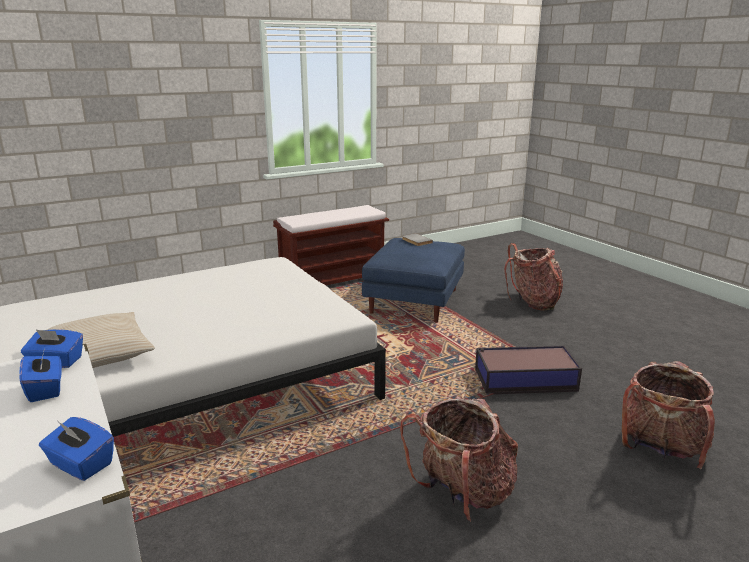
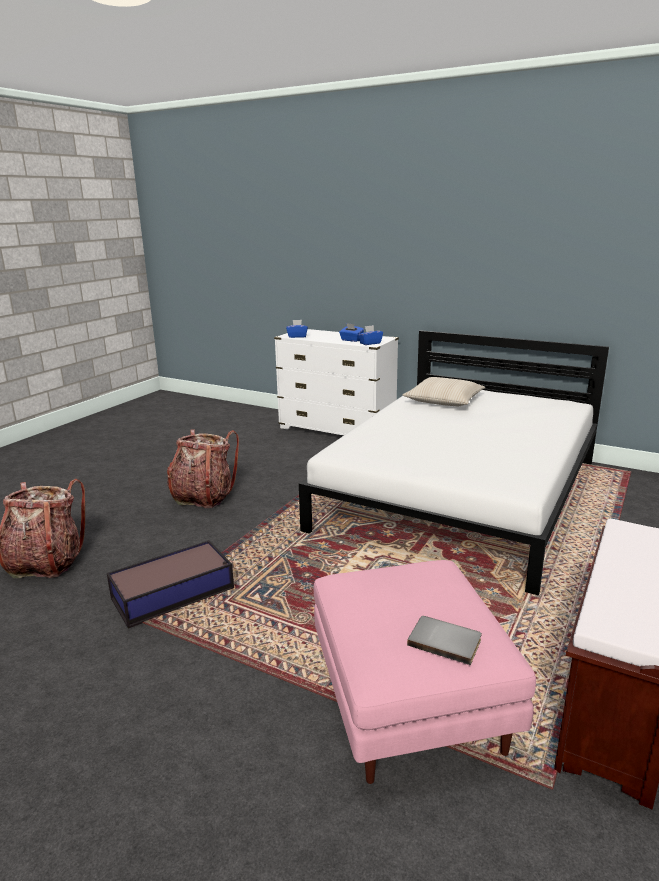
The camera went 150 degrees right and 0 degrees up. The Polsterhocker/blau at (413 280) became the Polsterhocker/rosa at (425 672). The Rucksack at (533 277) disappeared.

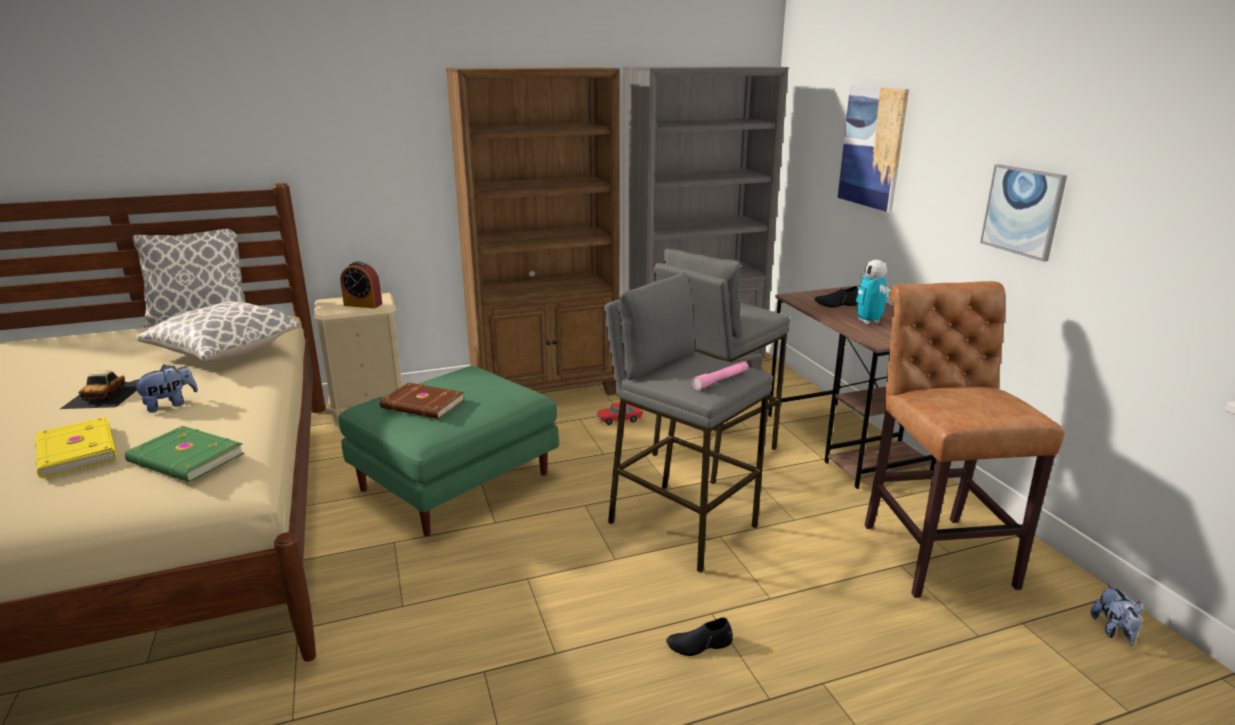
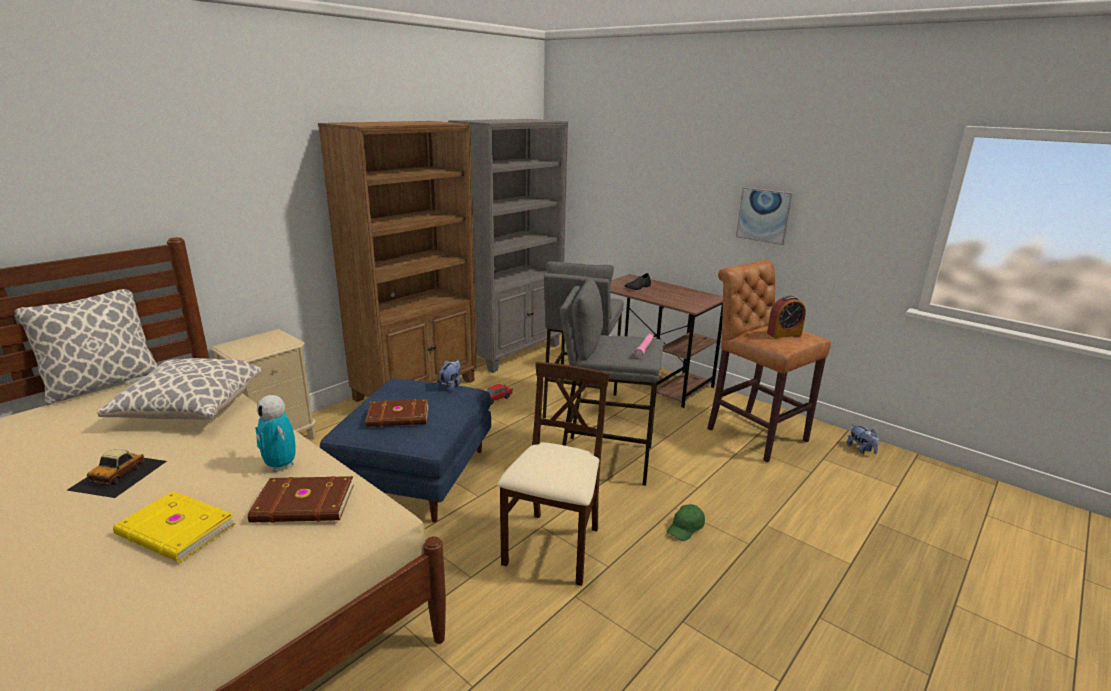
The camera went 30 degrees left and 0 degrees up. The Spielzeugauto at (98 389) turned 45 degrees clockwise. The Buch/grün at (184 454) became the Buch/braun at (301 499). The Spielzeugroboter moved from (872 292) to (276 433). The Polsterhocker/grün at (449 451) became the Polsterhocker/blau at (405 450). The Plüschtier moved from (164 389) to (449 376). The Stuhl/beige at (553 474) appeared. The Schuh/schwarz at (699 636) was replaced by the Kappe/grün at (685 522). The Wecker moved from (361 284) to (786 317). The Bild at (873 149) disappeared.

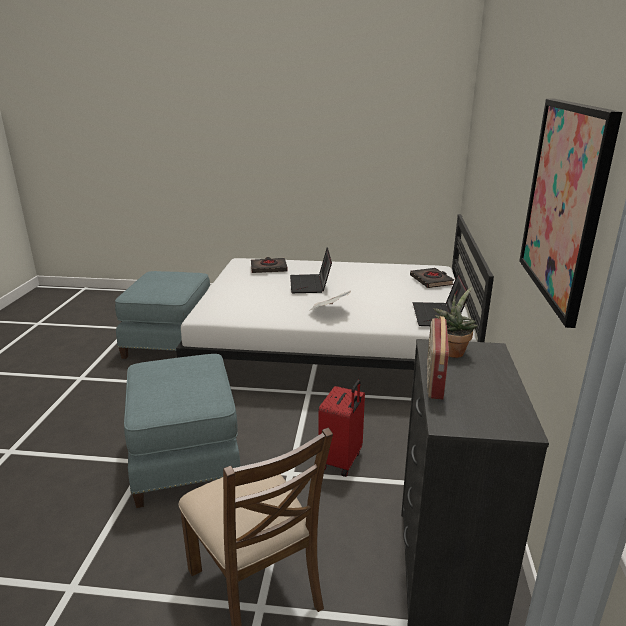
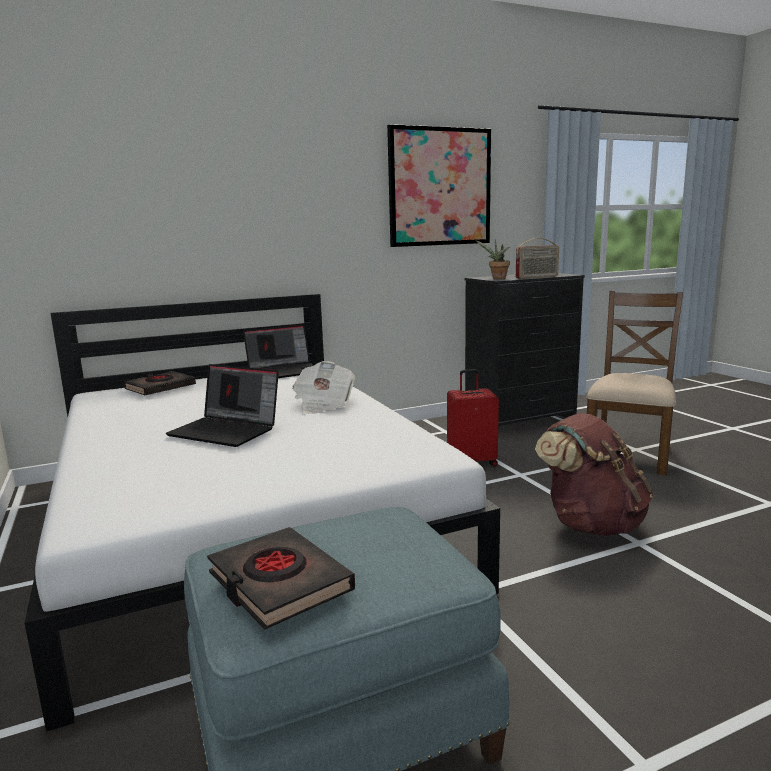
The camera went 120 degrees left and 10 degrees down. The Laptop at (311 270) turned 60 degrees clockwise. The Buch/schwarz moved from (269 265) to (281 578). The Polsterhocker/blau at (182 431) was replaced by the Rucksack/braun at (594 474).

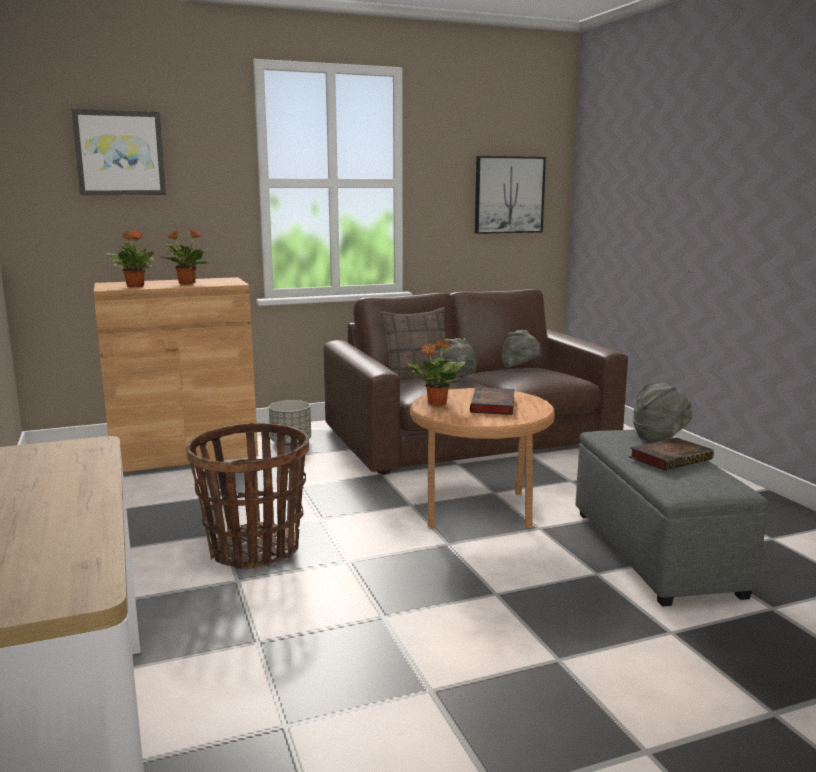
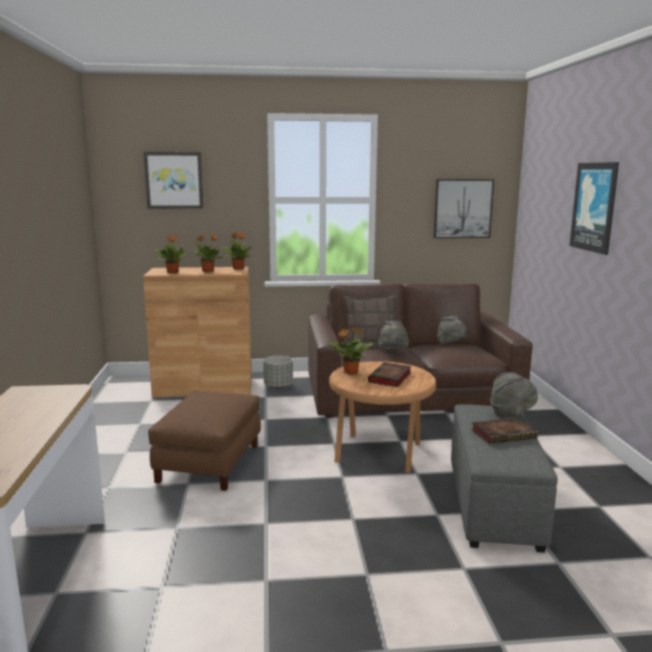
The camera went 15 degrees right and 0 degrees up. The Korb at (247 496) was replaced by the Polsterhocker/braun at (204 441). The Topfpflanze at (236 251) appeared. The Bild at (594 208) appeared.

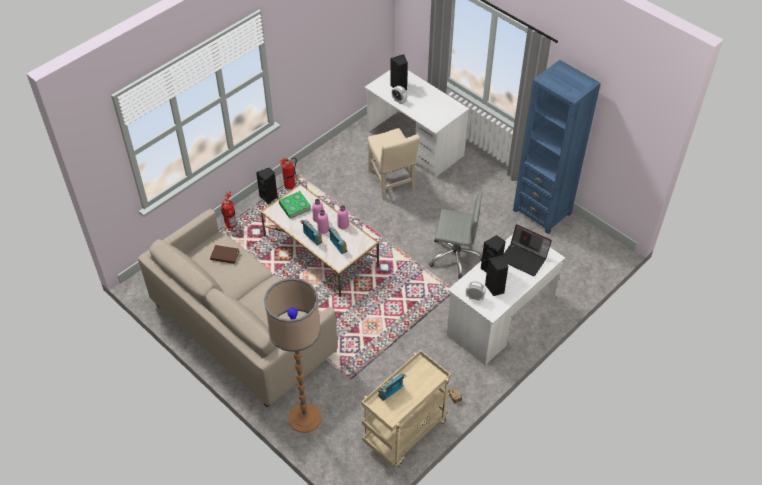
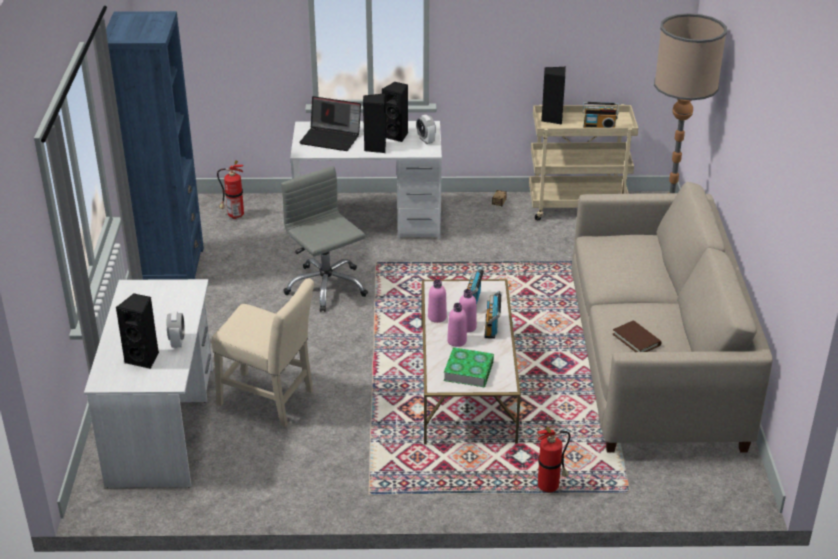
The camera went 135 degrees left and 15 degrees down. The Stuhl/beige at (394 164) turned 90 degrees clockwise. The Feuerlöscher moved from (289 173) to (230 189). The Laptop at (527 250) turned 120 degrees clockwise. The Lautsprecher/schwarz moved from (267 186) to (553 95).

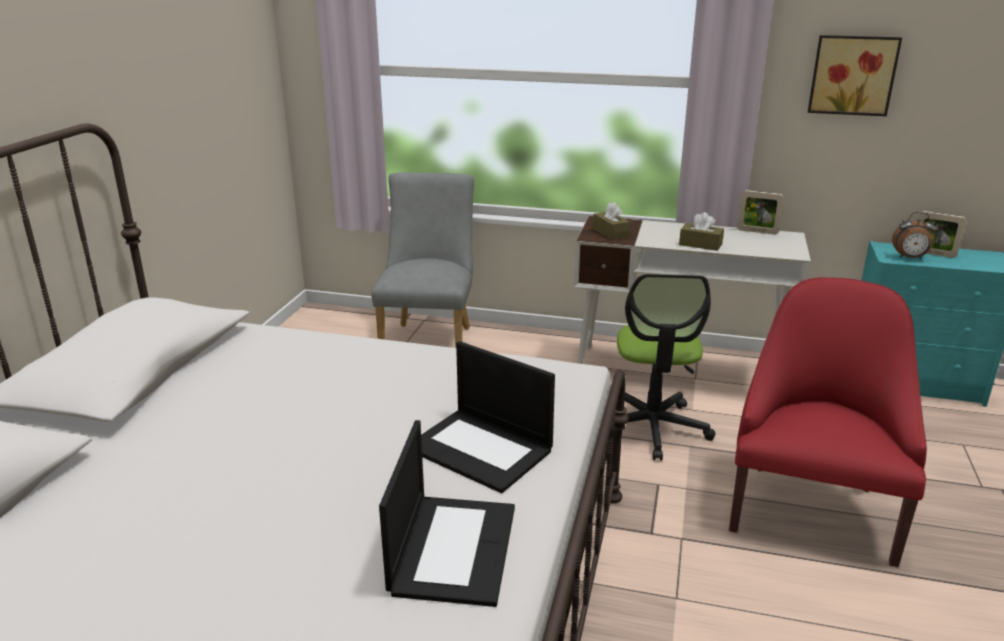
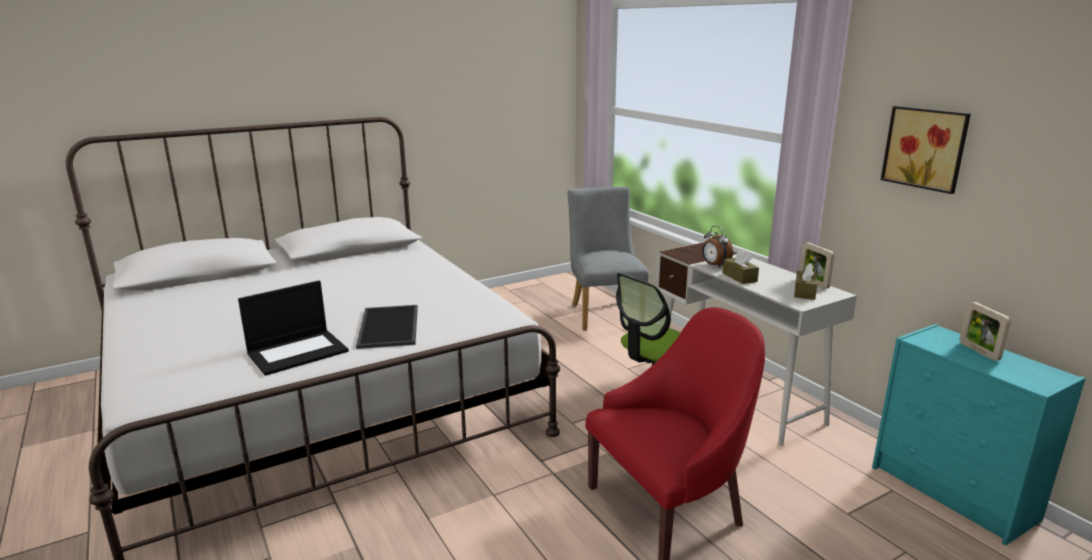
The camera went 45 degrees right and 5 degrees down. The Laptop at (488 417) was replaced by the Tablett at (387 327). The Stuhl/grau at (422 258) turned 60 degrees counterclockwise. The Wecker moved from (914 236) to (717 247). The Taschentuchbox/braun moved from (611 221) to (805 281).

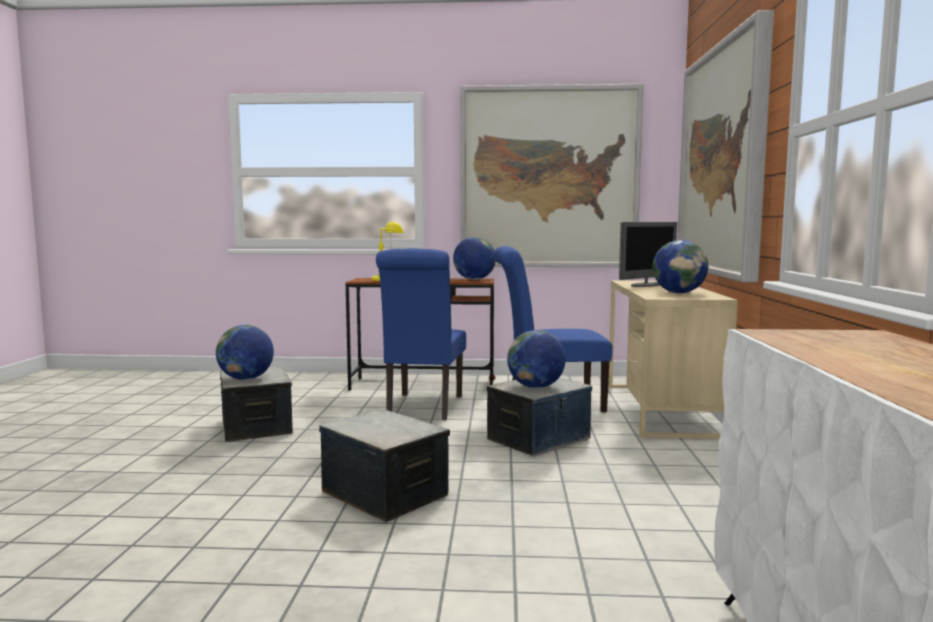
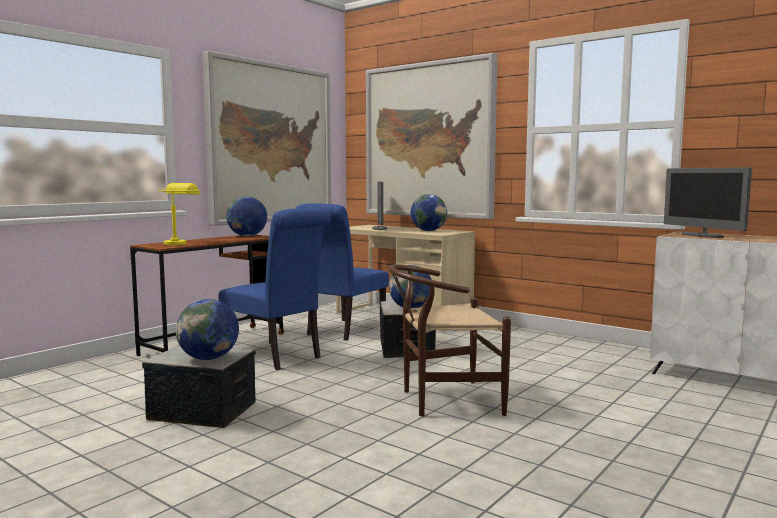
The camera went 55 degrees left and 0 degrees up. The Aufbewahrungsbox at (384 465) was replaced by the Stuhl/braun at (449 340). The Monitor at (708 202) appeared.

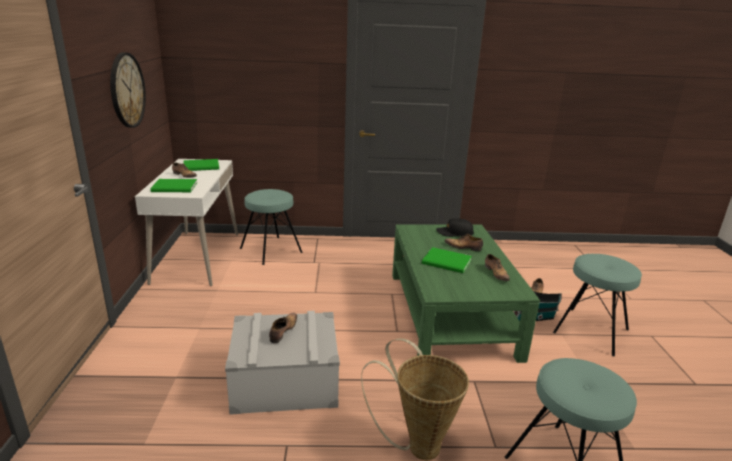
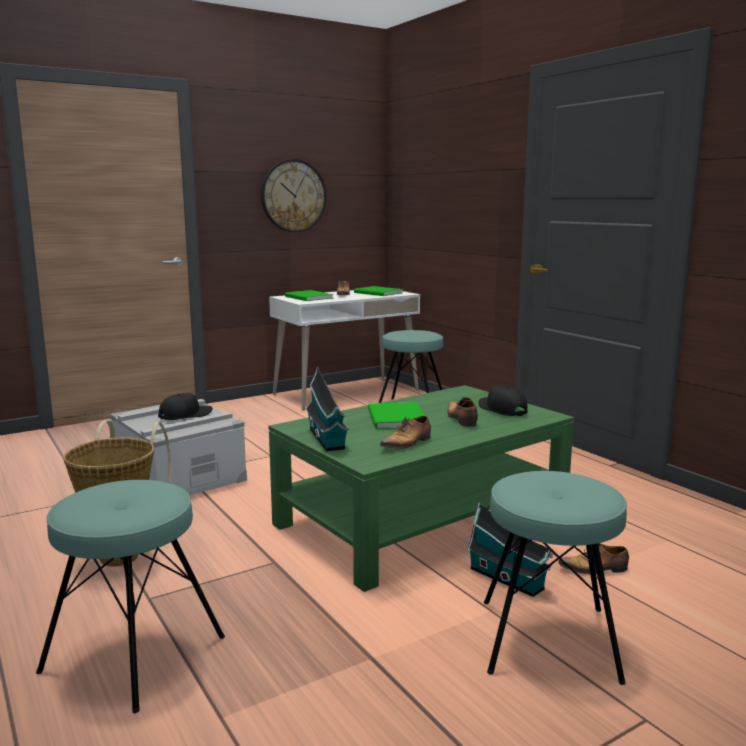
The camera went 60 degrees right and 10 degrees down. The Schuh at (283 328) was replaced by the Kappe/schwarz at (185 406). The Spielzeughaus at (327 408) appeared.

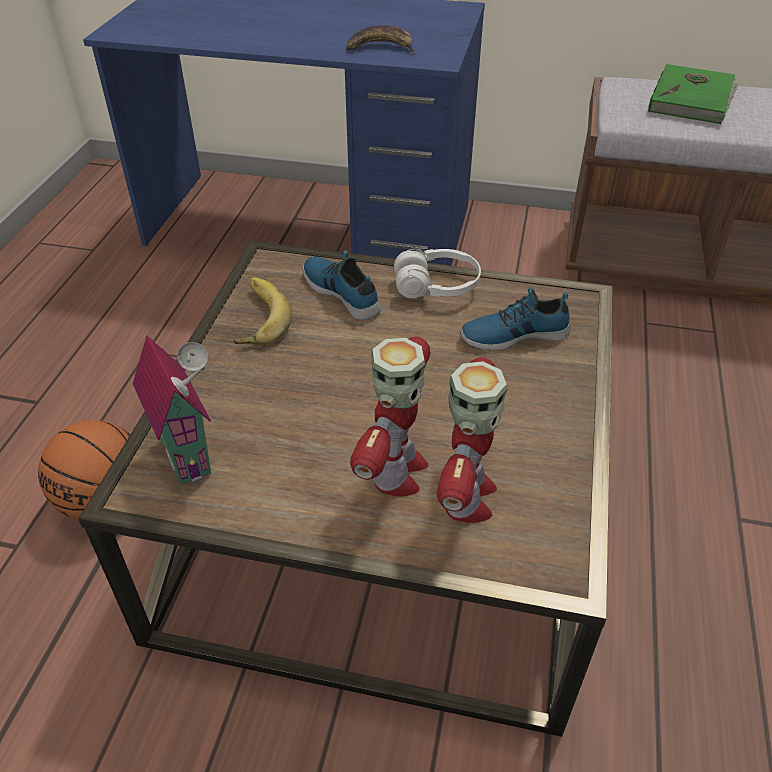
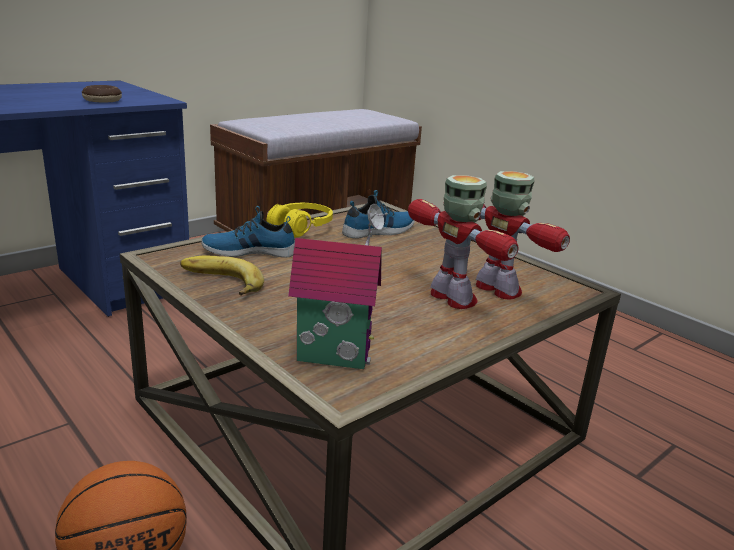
The camera went 55 degrees left and 20 degrees down. The Banane at (380 40) was replaced by the Donut at (102 94). The Kopfhörer/weiß at (437 273) became the Kopfhörer/gelb at (299 220). The Schuh at (515 318) turned 150 degrees counterclockwise. The Buch/grün at (693 94) disappeared.

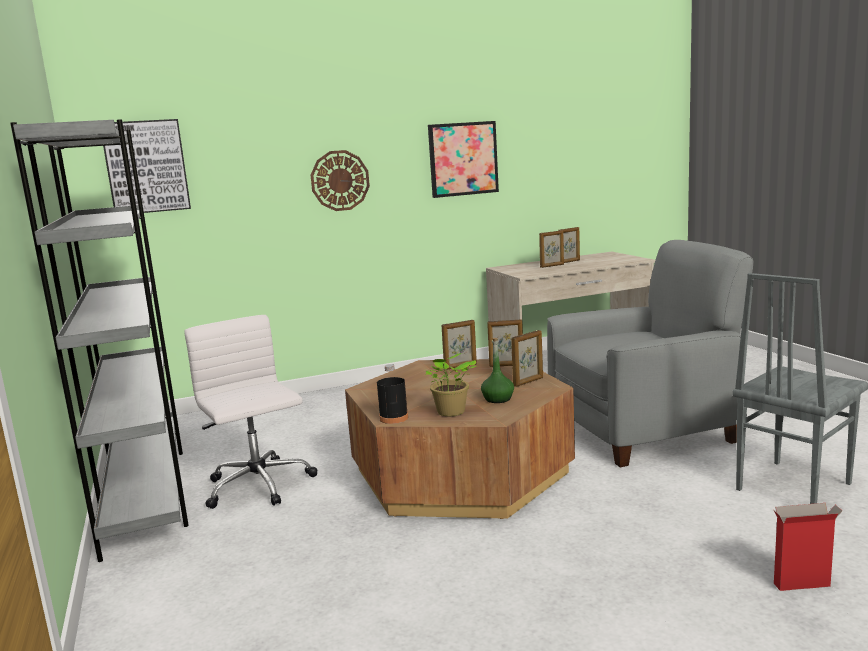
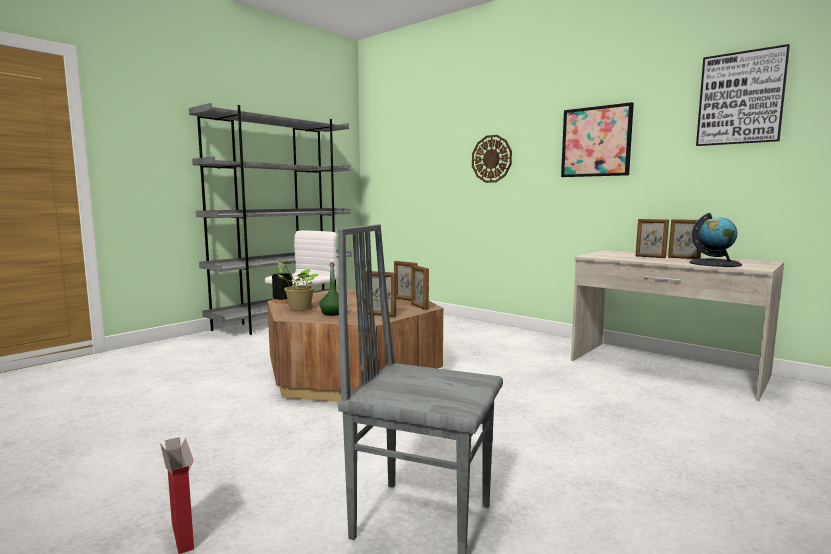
The camera went 60 degrees right and 5 degrees down. The Globus at (715 240) appeared. The Bild moved from (147 166) to (743 95). The Sessel/grau at (650 353) disappeared.

